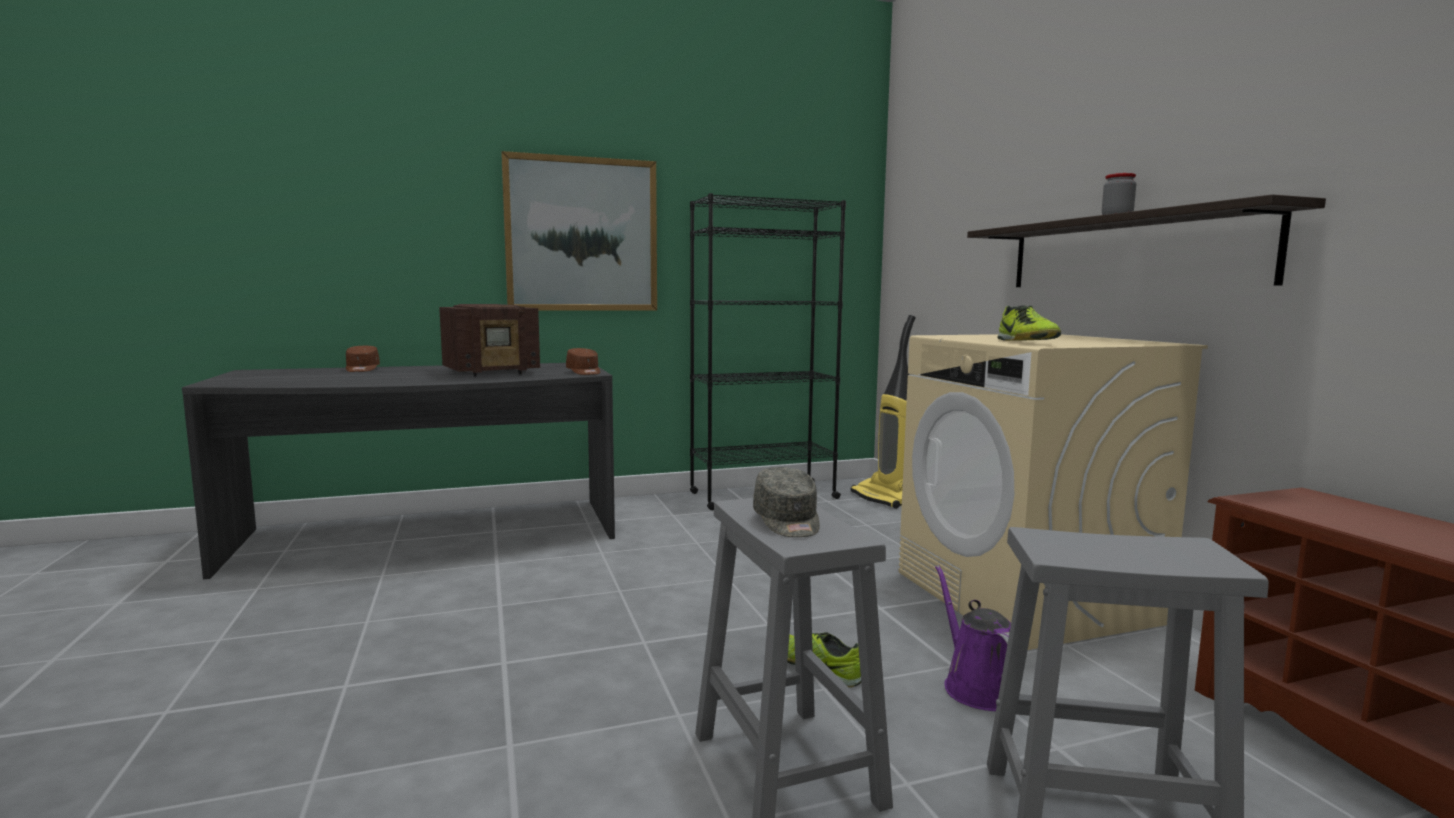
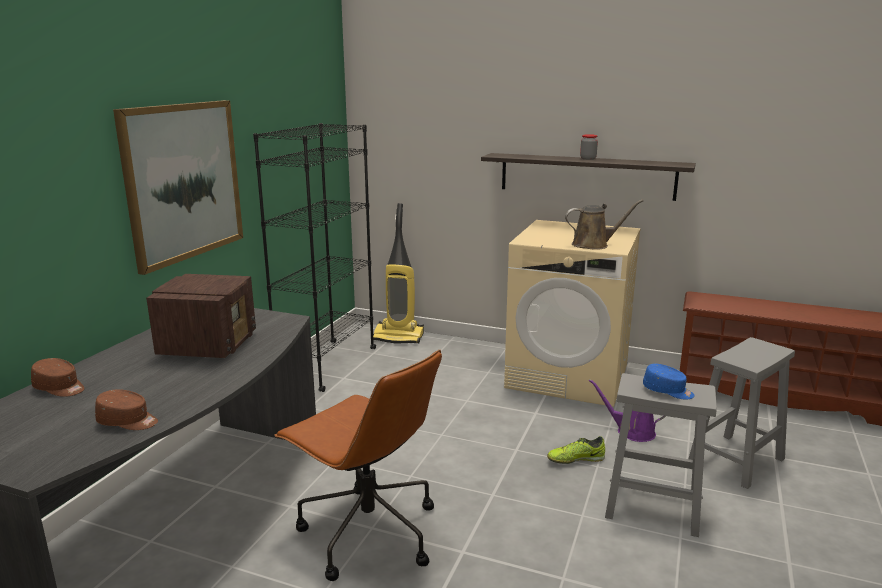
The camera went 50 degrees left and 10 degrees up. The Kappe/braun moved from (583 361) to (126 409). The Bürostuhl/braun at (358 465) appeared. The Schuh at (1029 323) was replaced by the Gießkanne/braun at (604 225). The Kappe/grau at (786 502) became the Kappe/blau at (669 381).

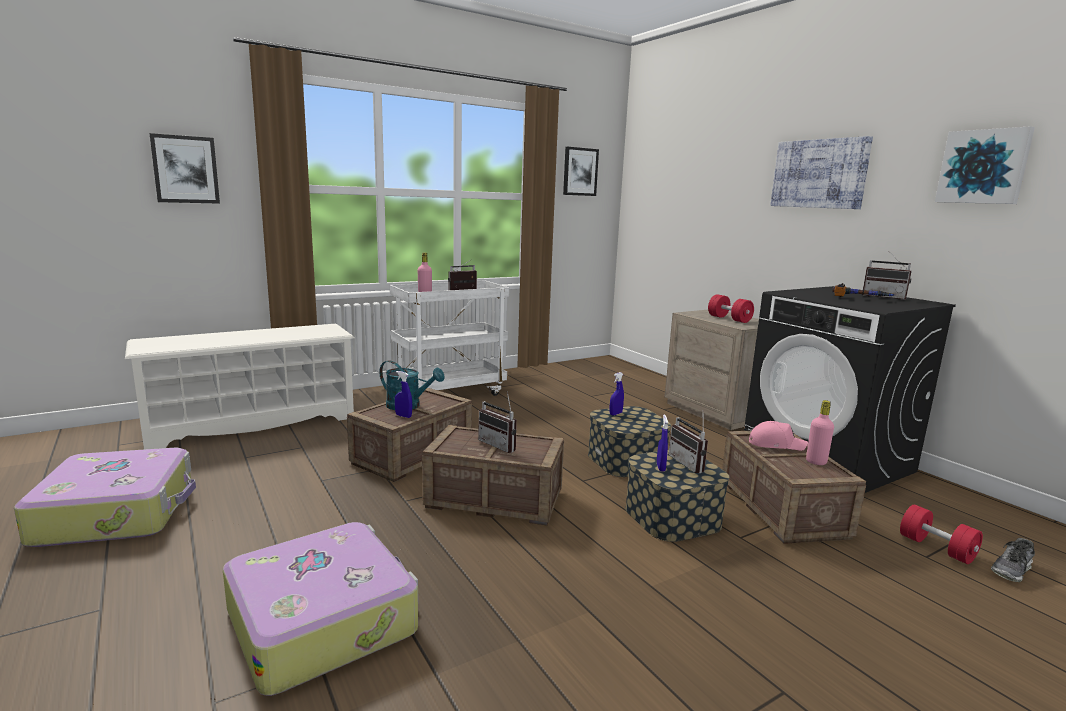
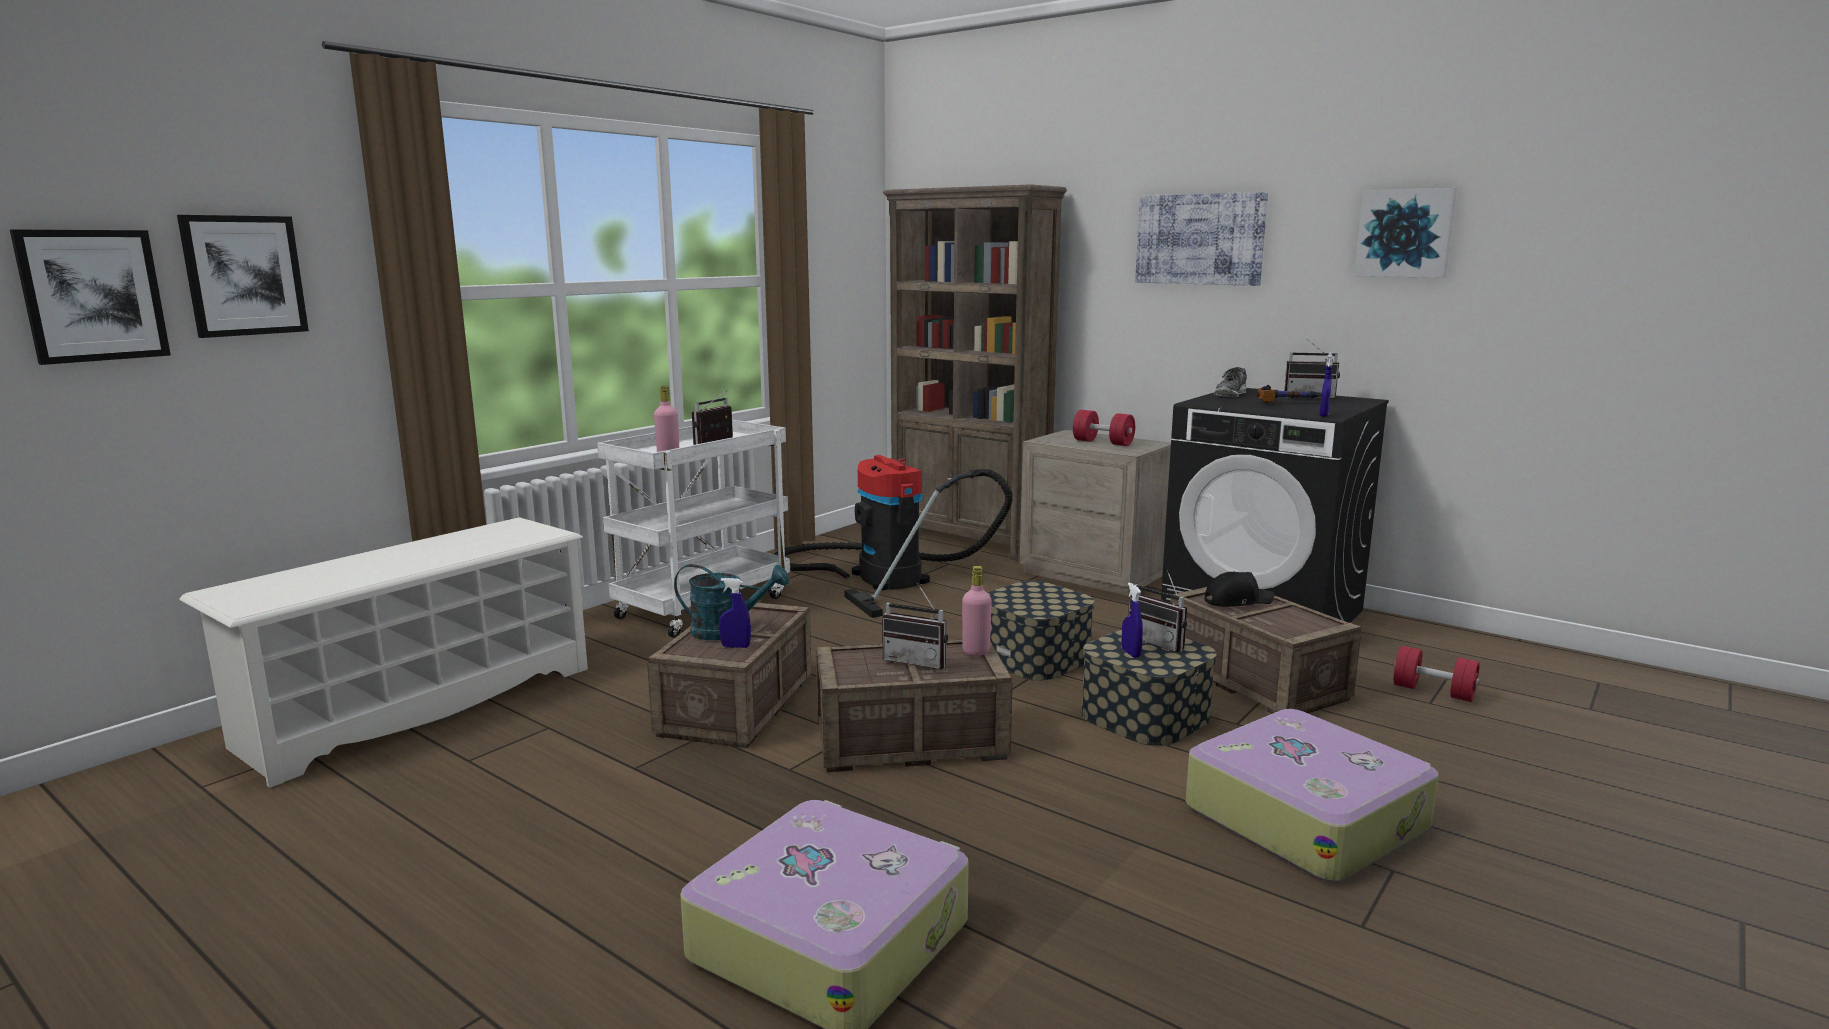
The camera went 20 degrees left and 0 degrees up. The Bild moved from (581 171) to (90 297). The Staubsauger at (893 536) appeared. The Bücherregal/braun at (975 372) appeared. The Flasche/rosa moved from (820 432) to (977 611). The Koffer moved from (105 497) to (1312 795). The Kappe/rosa at (778 436) became the Kappe/schwarz at (1239 589). The Schuh moved from (1013 560) to (1231 382). The Sprühflasche/blau moved from (616 393) to (1325 384).

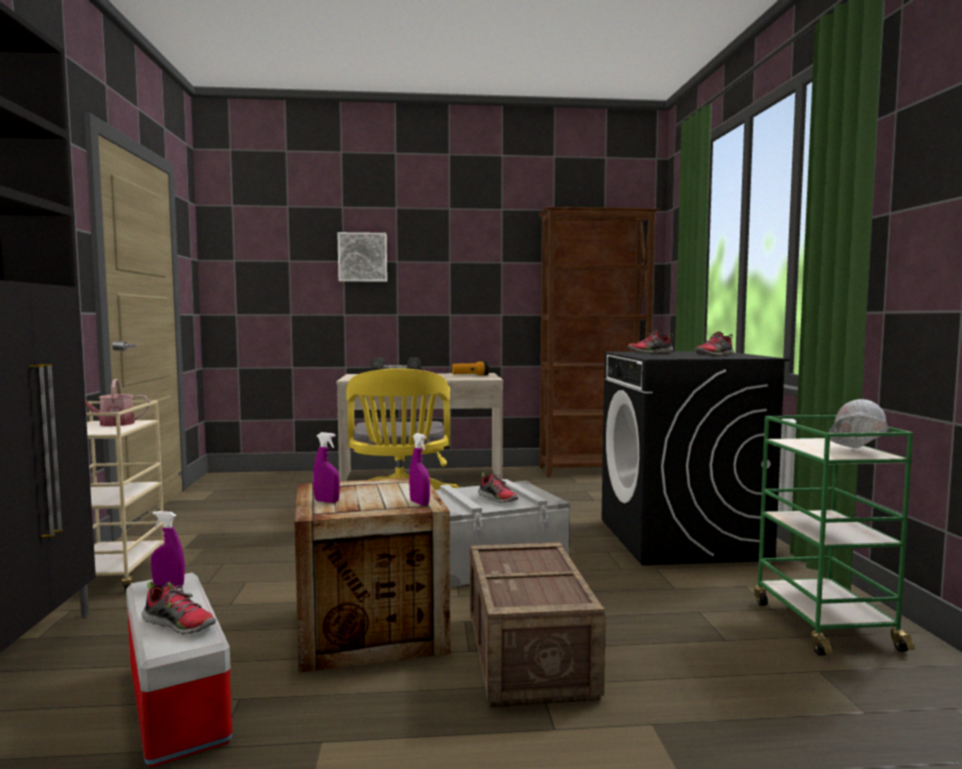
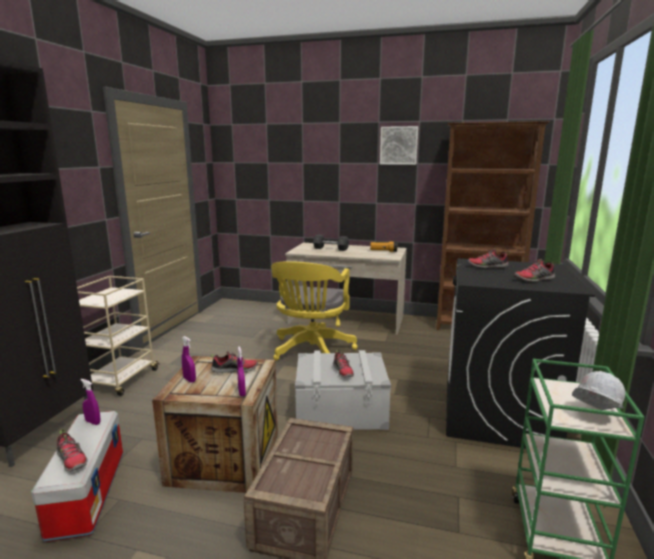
The camera went 20 degrees right and 10 degrees up. The Schuh at (234 362) appeared. The Bild moved from (362 257) to (399 145). The Gießkanne at (117 402) disappeared.

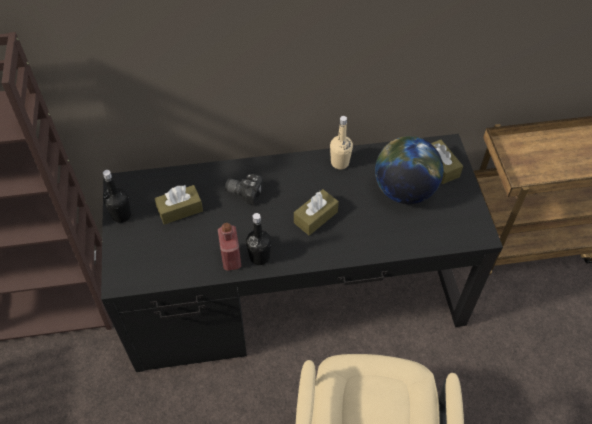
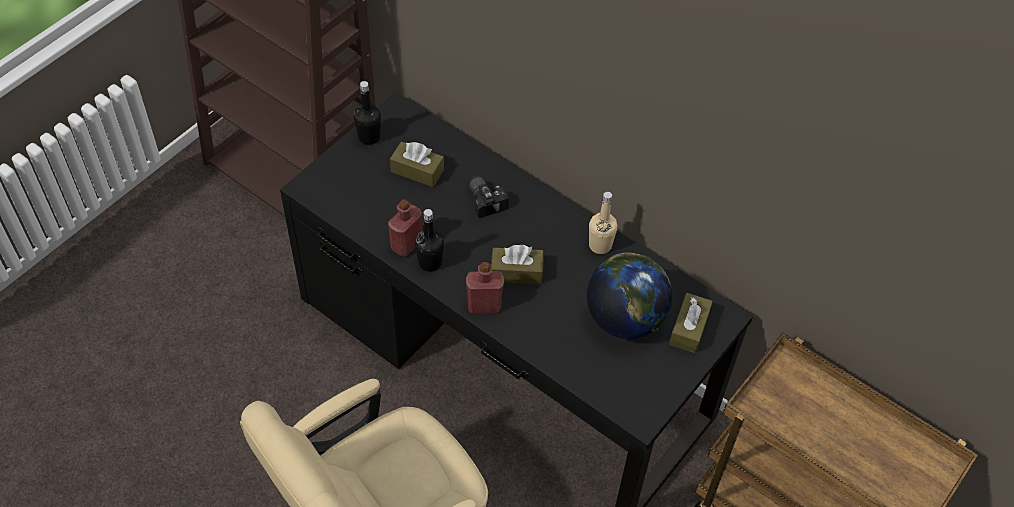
The camera went 45 degrees right and 0 degrees up. The Flasche/rot at (485 287) appeared.

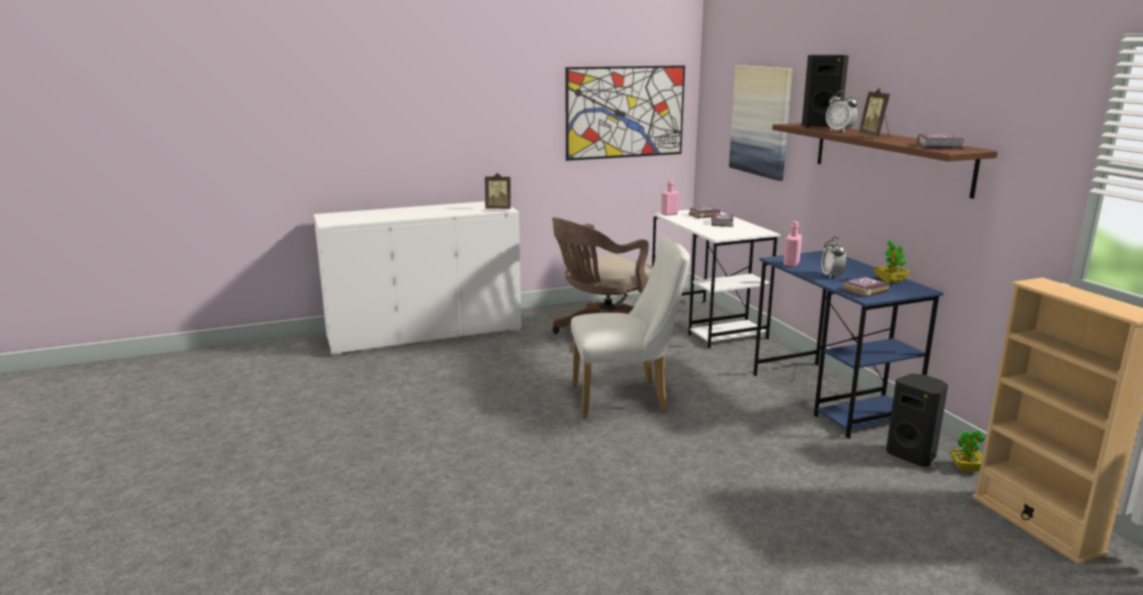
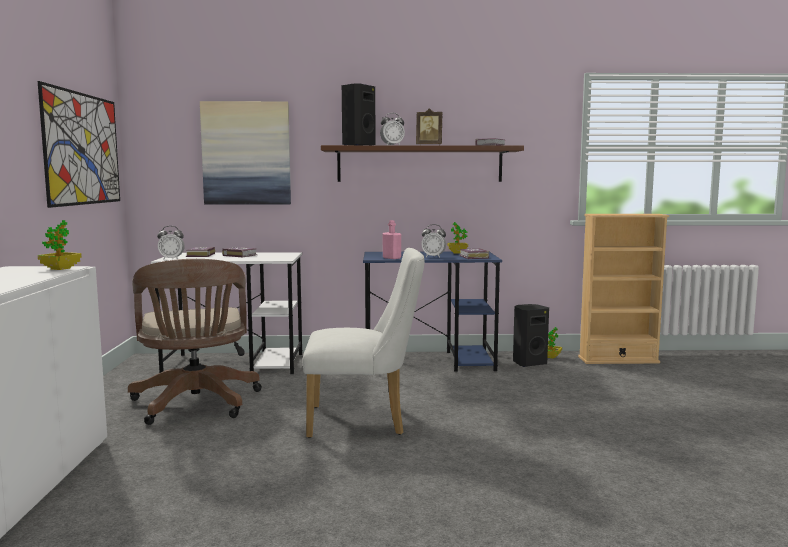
The camera went 70 degrees left and 10 degrees down. The Bilderrahmen at (498 191) was replaced by the Topfpflanze at (60 245). The Flasche/rosa at (670 198) was replaced by the Wecker at (171 243). The Stuhl/weiß at (630 327) turned 75 degrees clockwise.

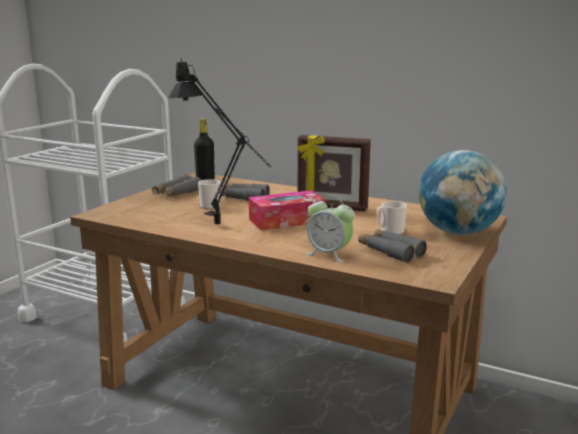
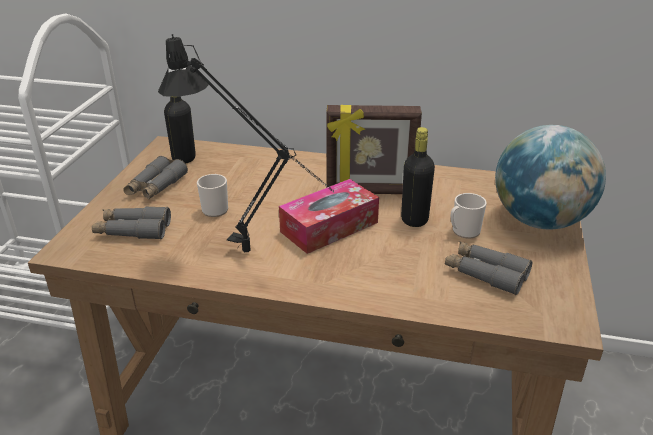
The camera went 15 degrees left and 15 degrees up. The Fernglas/grau moved from (245 192) to (131 222). The Flasche/schwarz at (418 177) appeared. The Wecker at (330 228) disappeared.

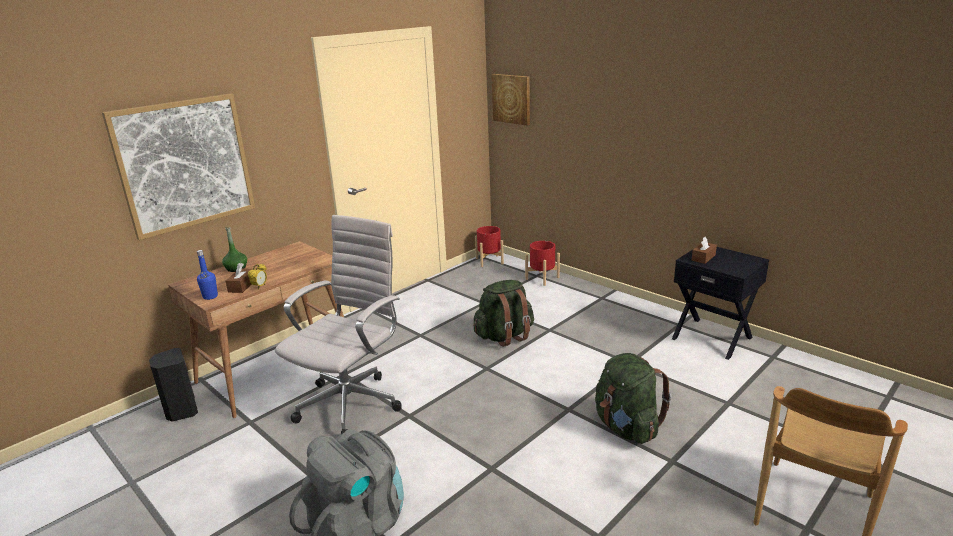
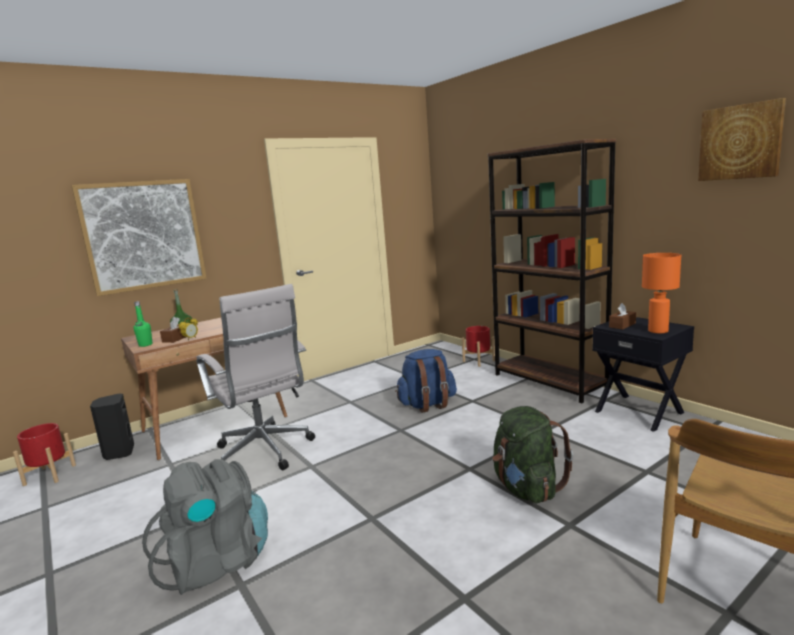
The camera went 10 degrees right and 10 degrees down. The Pflanzkübel/rot moved from (489 246) to (44 454). The Flasche/blau at (207 275) became the Flasche/grün at (143 324). The Bürostuhl/weiß at (338 324) turned 105 degrees clockwise. The Rucksack/grün at (503 313) became the Rucksack/blau at (426 381). The Bücherregal/braun at (552 271) appeared. The Tischlampe/orange at (661 293) appeared. The Bild moved from (510 100) to (742 139).

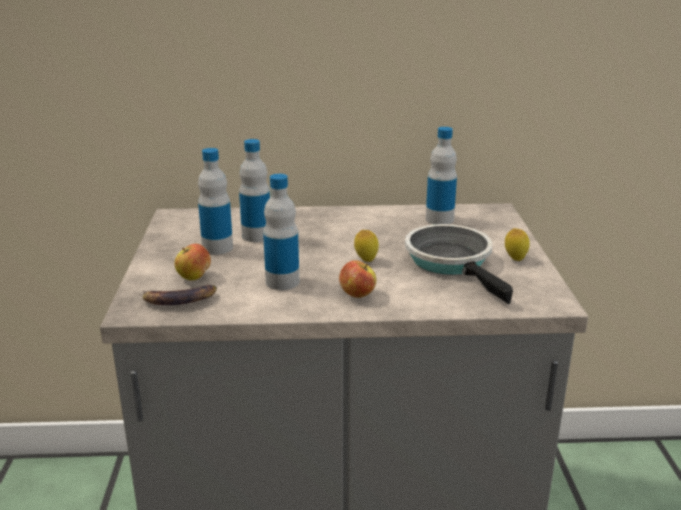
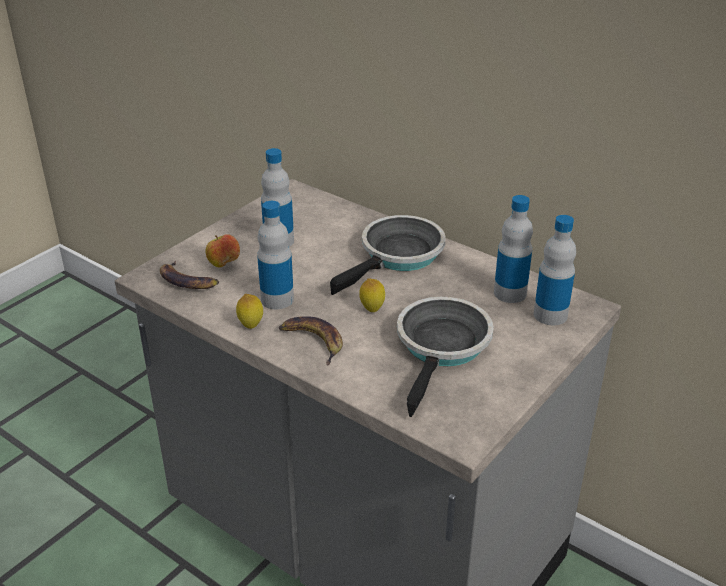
The camera went 40 degrees right and 10 degrees up. The Zitrone moved from (517 244) to (249 311). The Apfel at (357 279) was replaced by the Banane at (311 341). The Pfanne at (388 255) appeared. The Flasche moved from (254 190) to (555 270).

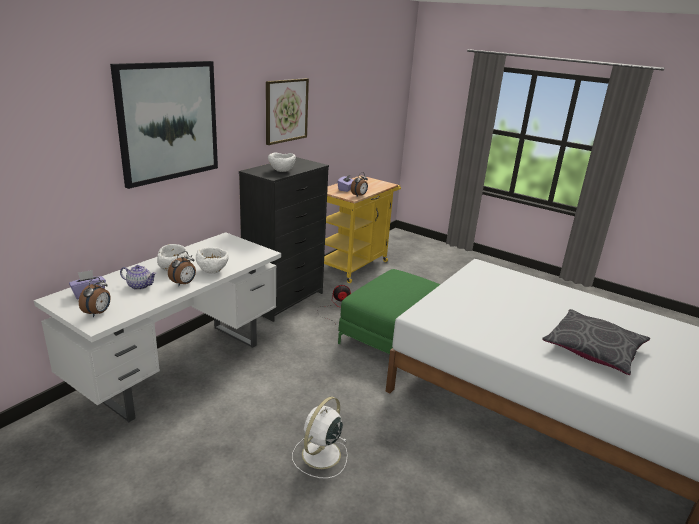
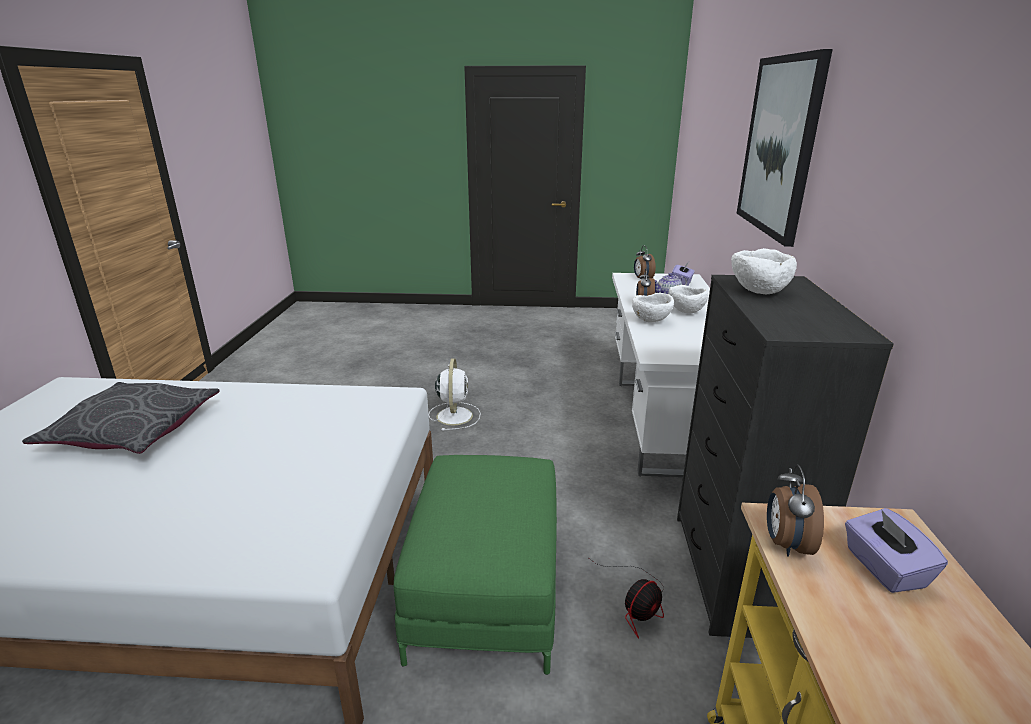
The camera went 150 degrees right and 0 degrees up. The Bild at (287 111) disappeared.

